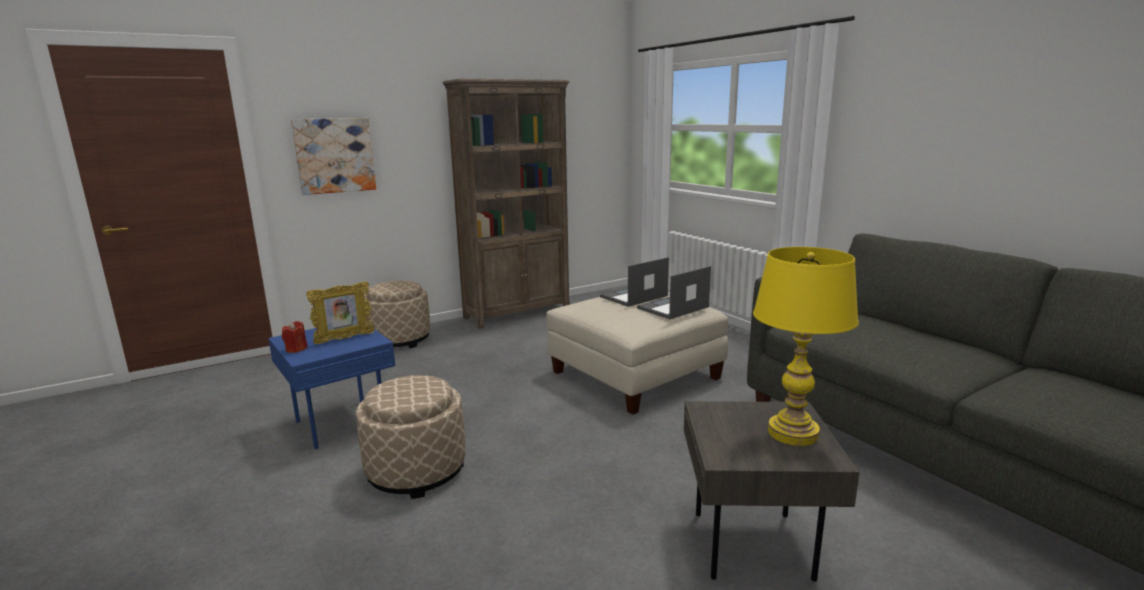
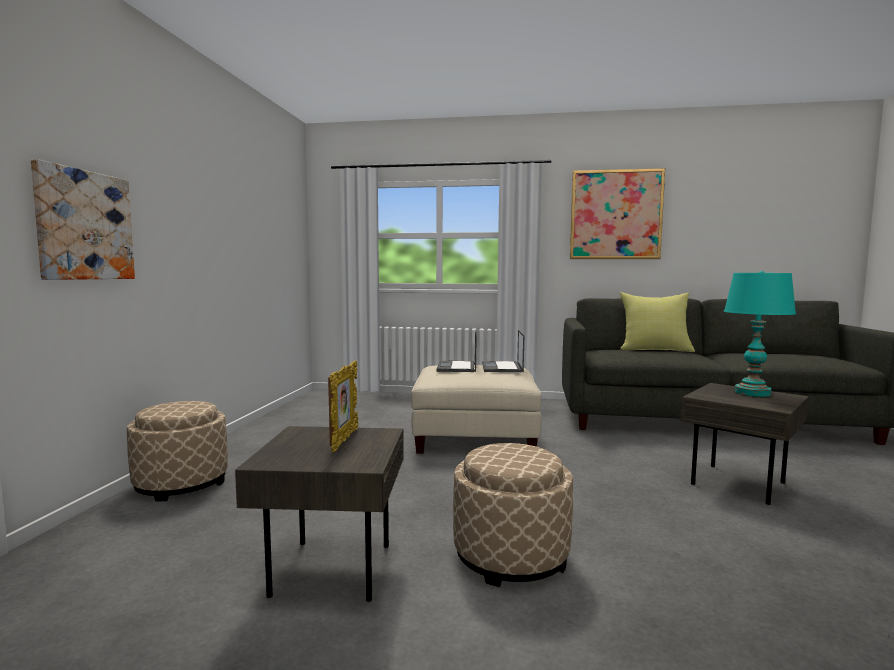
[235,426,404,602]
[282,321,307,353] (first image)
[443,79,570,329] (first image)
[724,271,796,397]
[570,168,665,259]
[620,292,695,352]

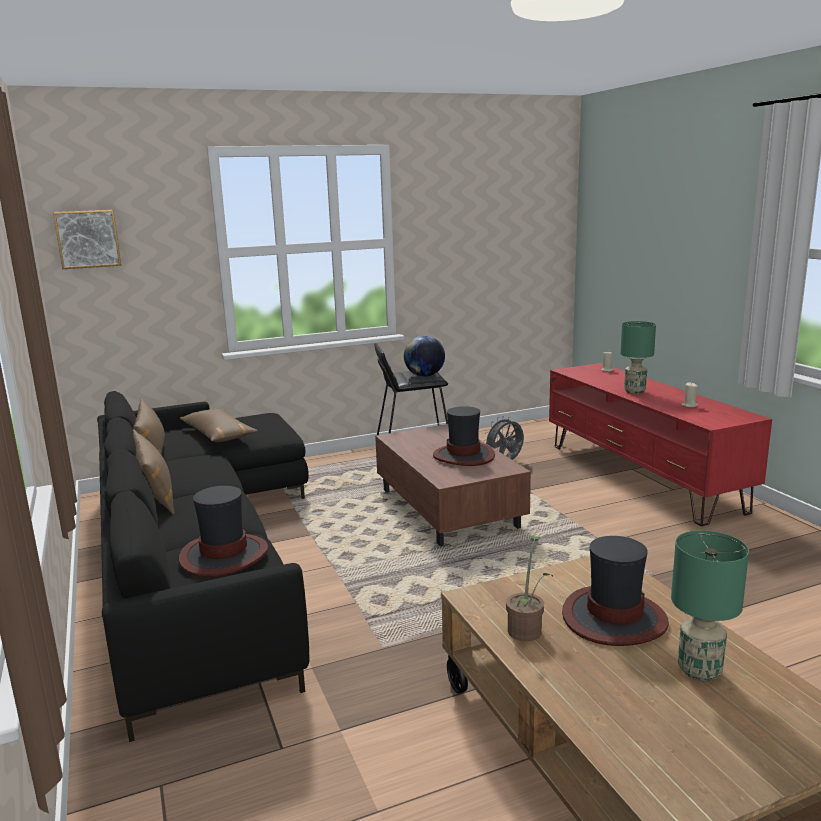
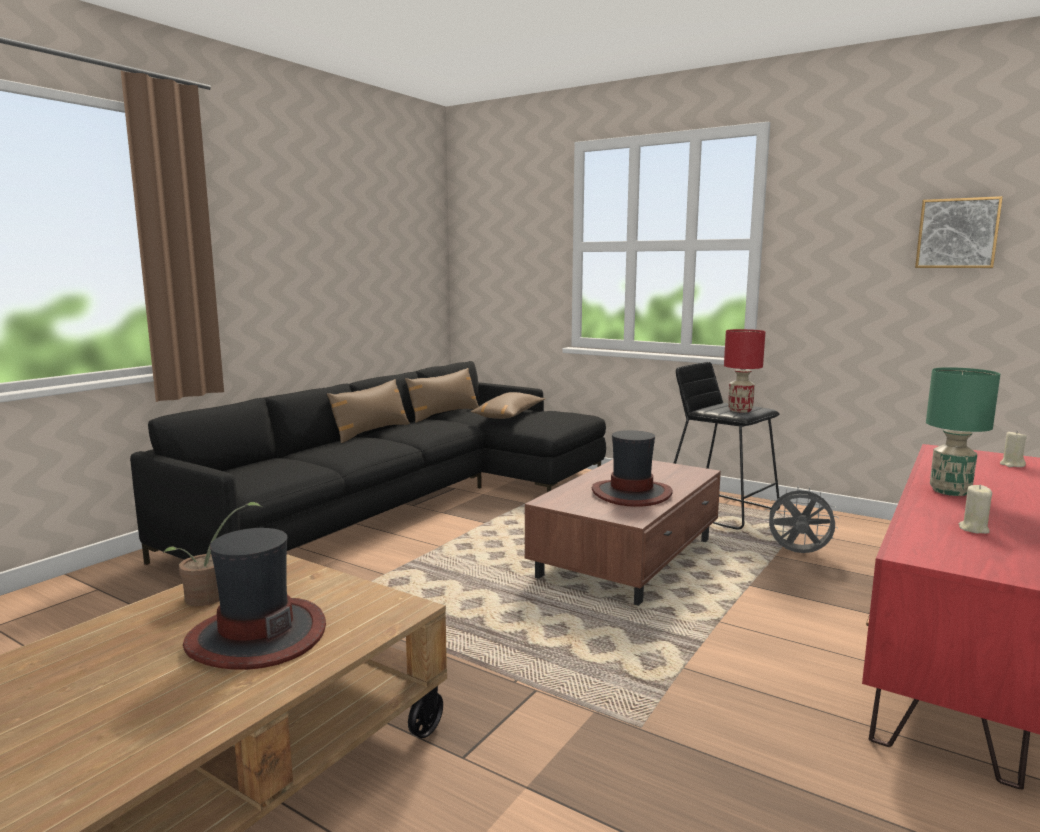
[915,196,1003,268]
[179,486,269,577] (first image)
[724,329,765,413]
[671,530,749,681] (first image)

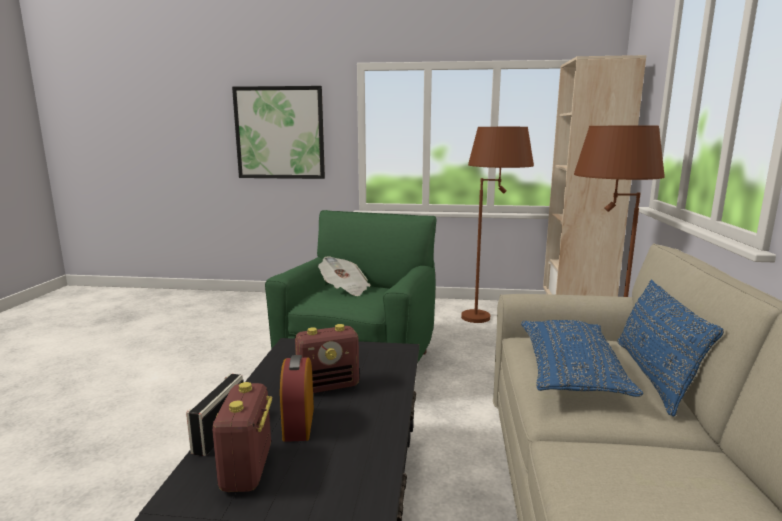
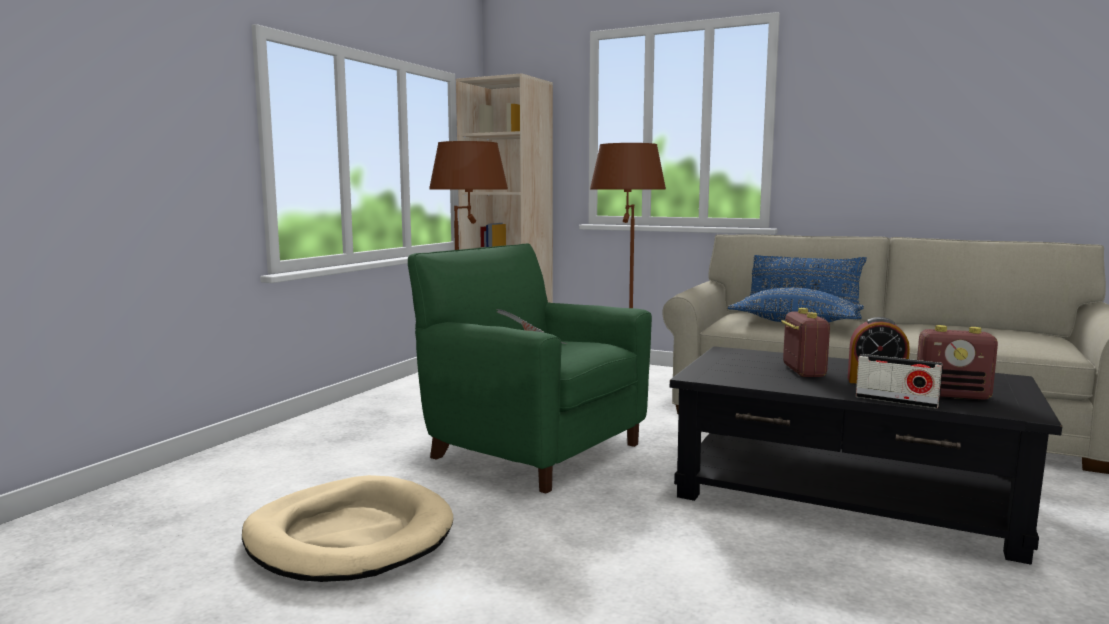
[232,86,325,179] (first image)
[242,475,453,582]

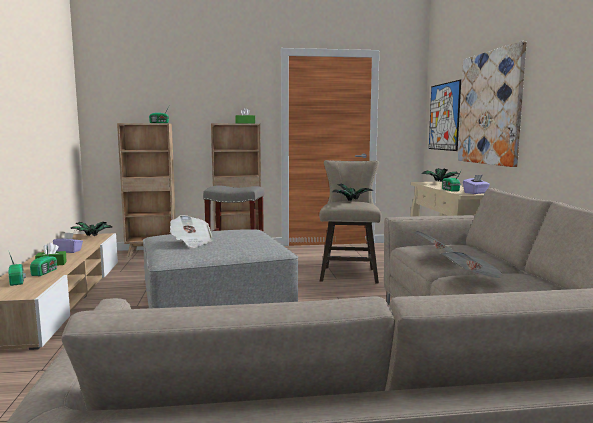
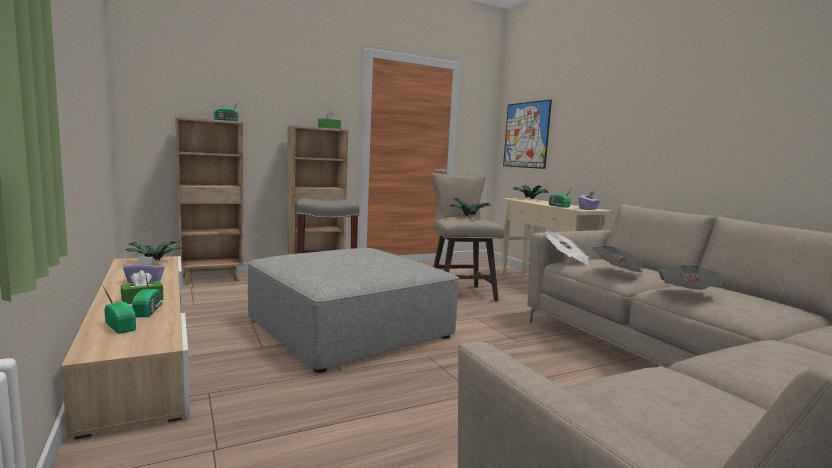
[546,230,589,265]
[458,41,526,167] (first image)

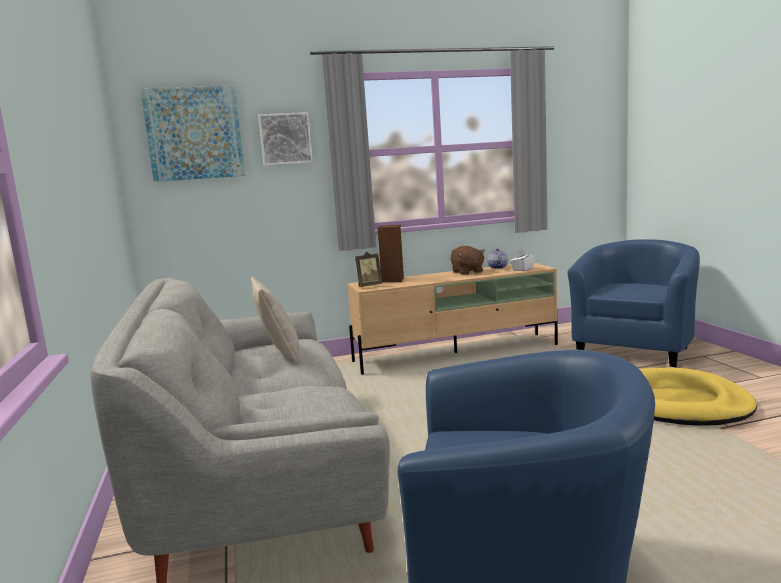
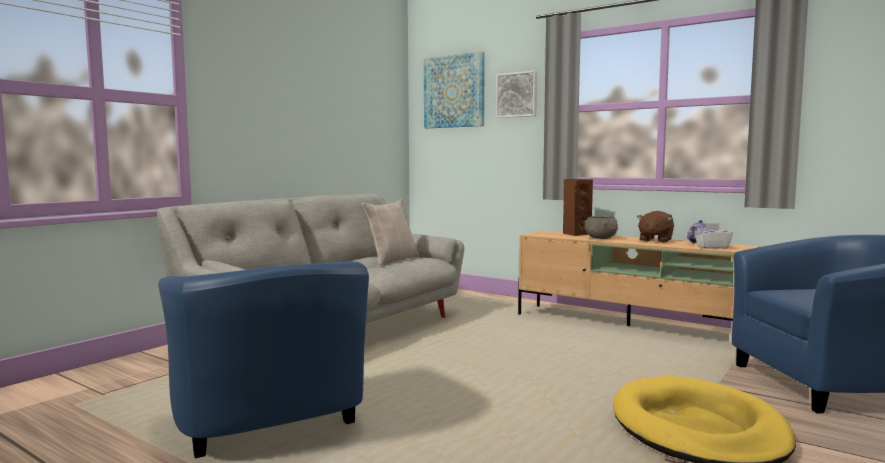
[355,251,382,287] (first image)
[585,216,618,239]

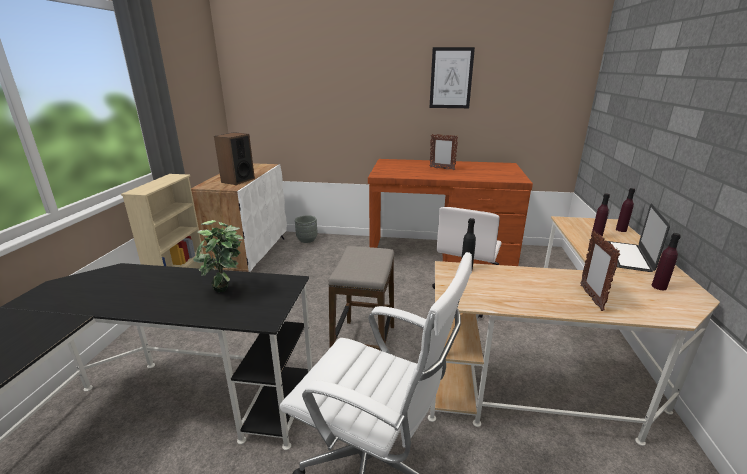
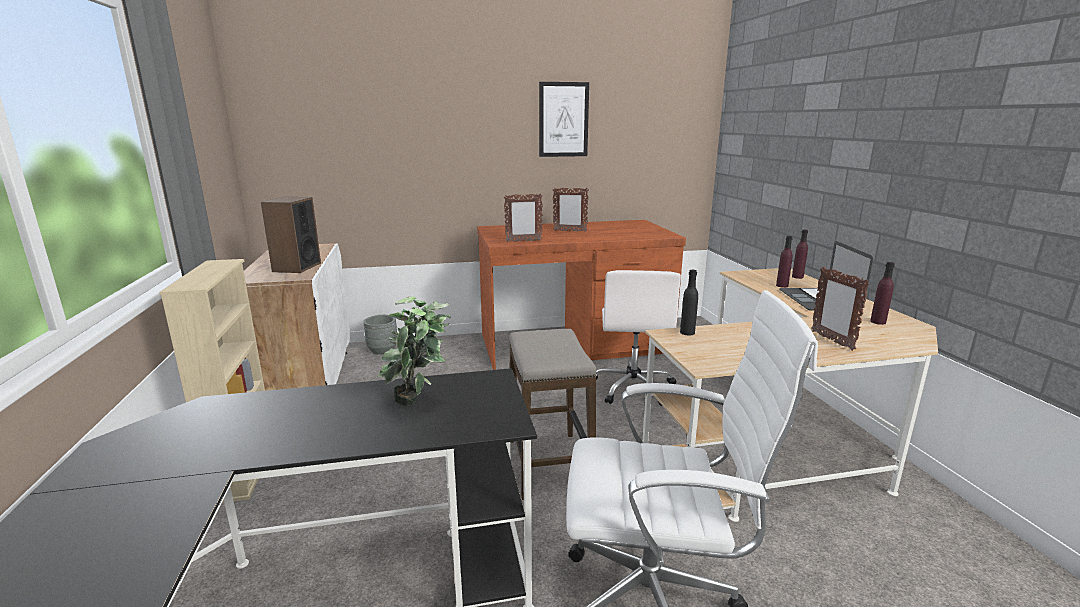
[504,193,543,242]

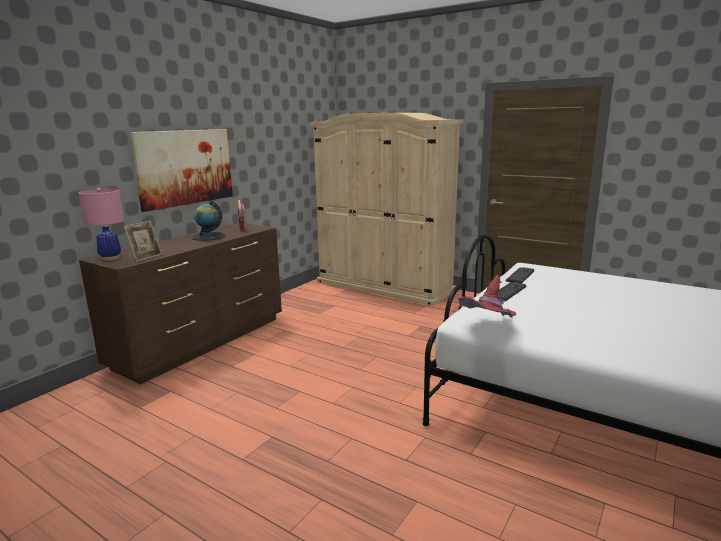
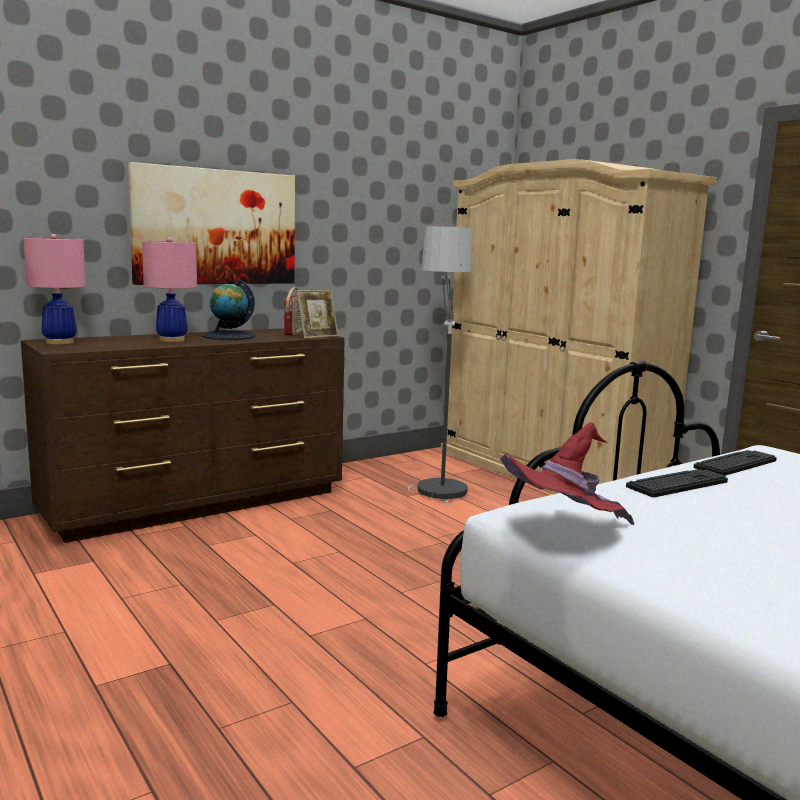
[297,290,339,339]
[142,237,197,342]
[408,226,471,503]

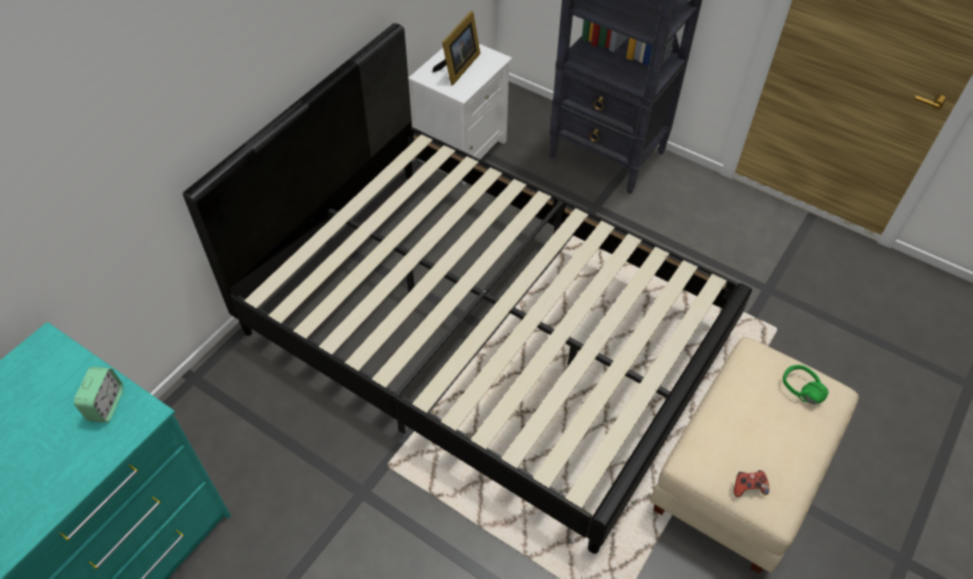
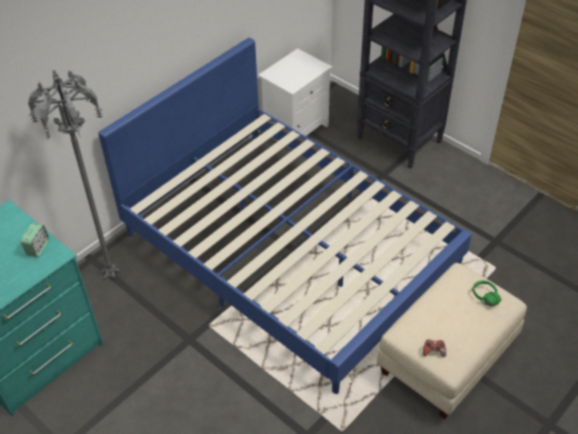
[98,38,472,394]
[433,11,480,86] (first image)
[28,70,120,278]

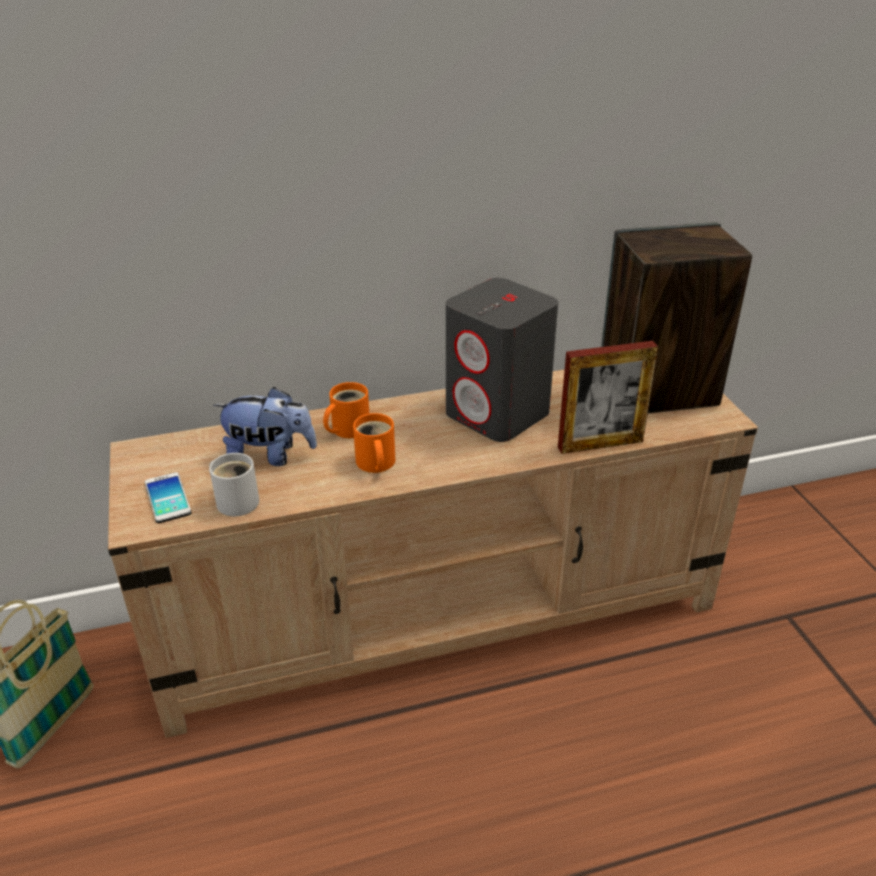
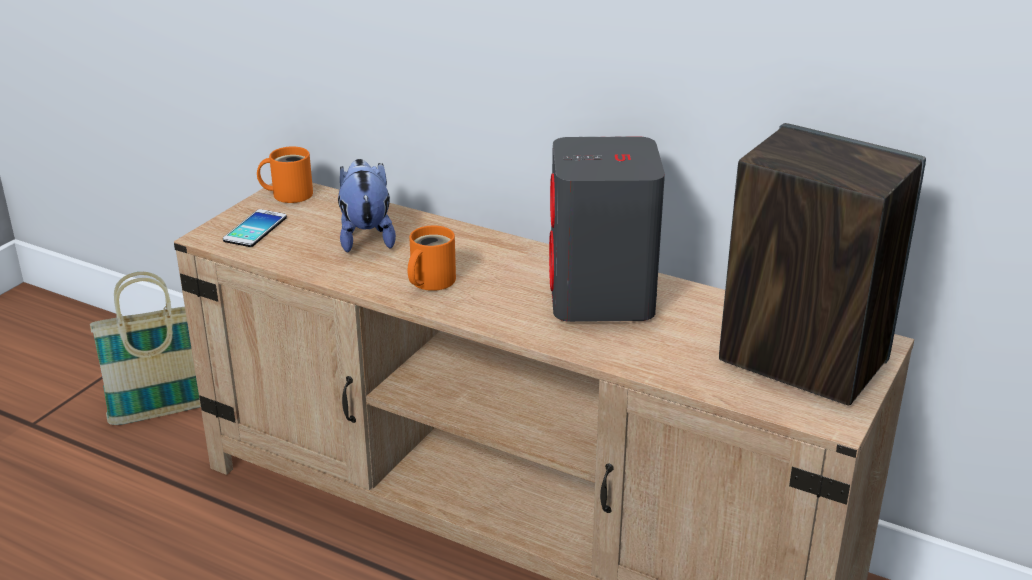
[209,453,259,516] (first image)
[338,159,396,252]
[257,147,313,203]
[558,341,658,454] (first image)

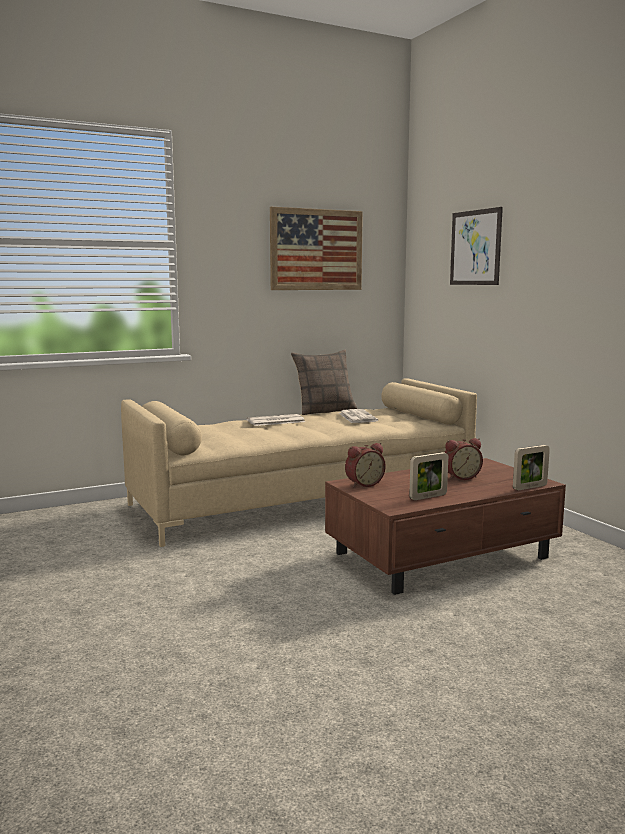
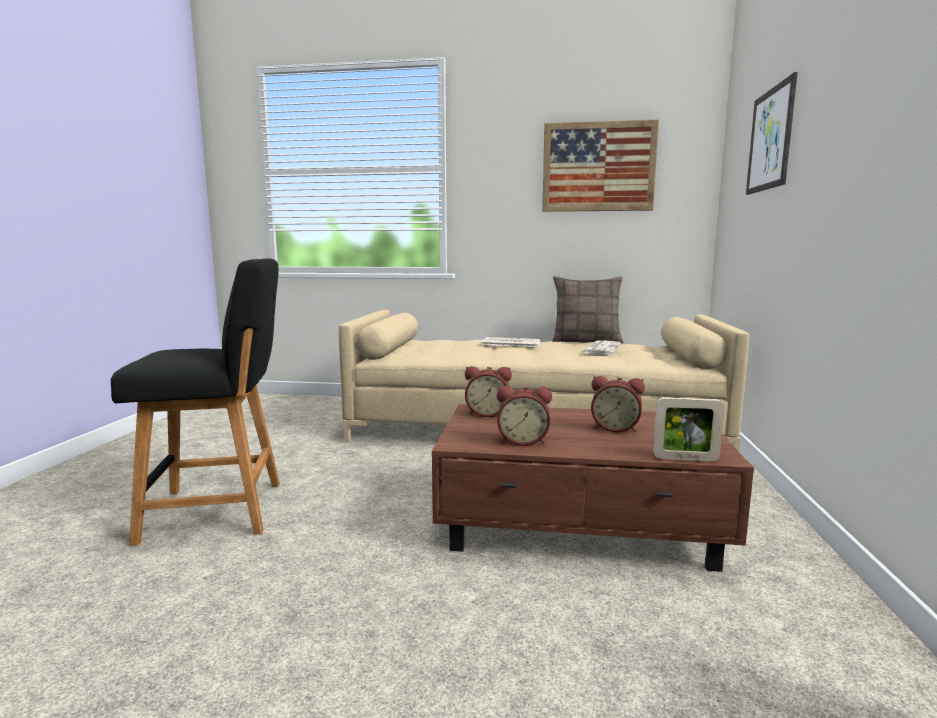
[497,386,552,446]
[111,258,280,546]

